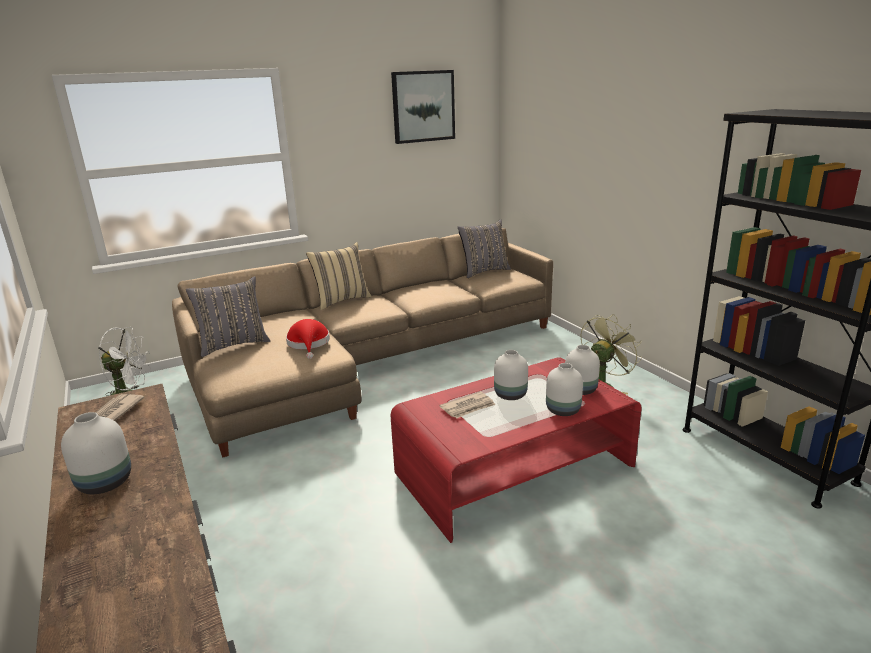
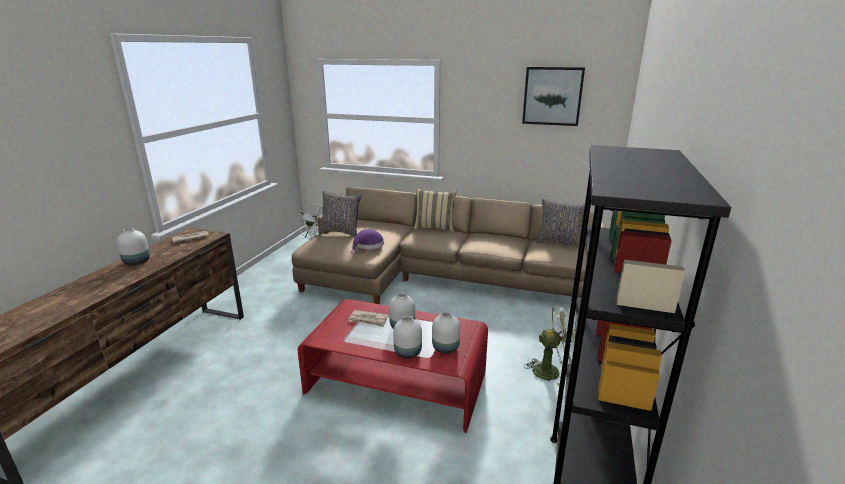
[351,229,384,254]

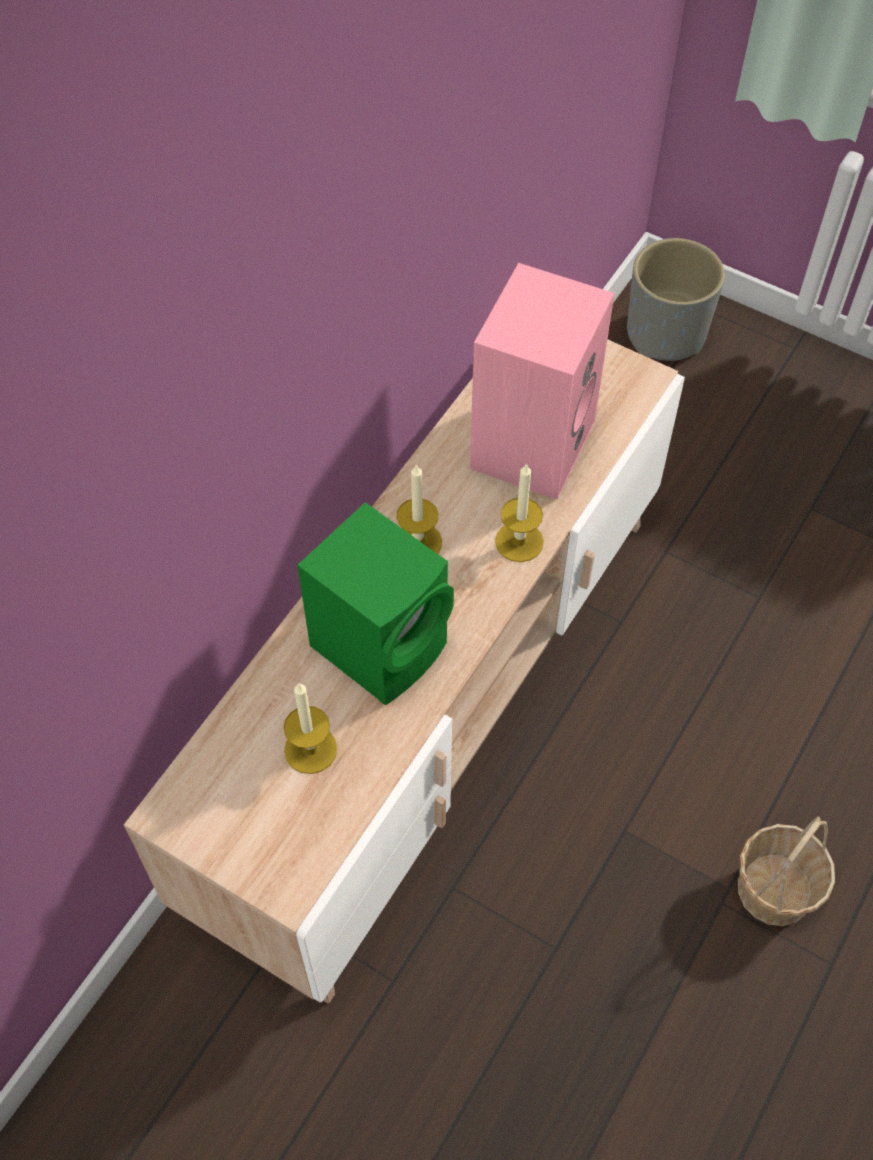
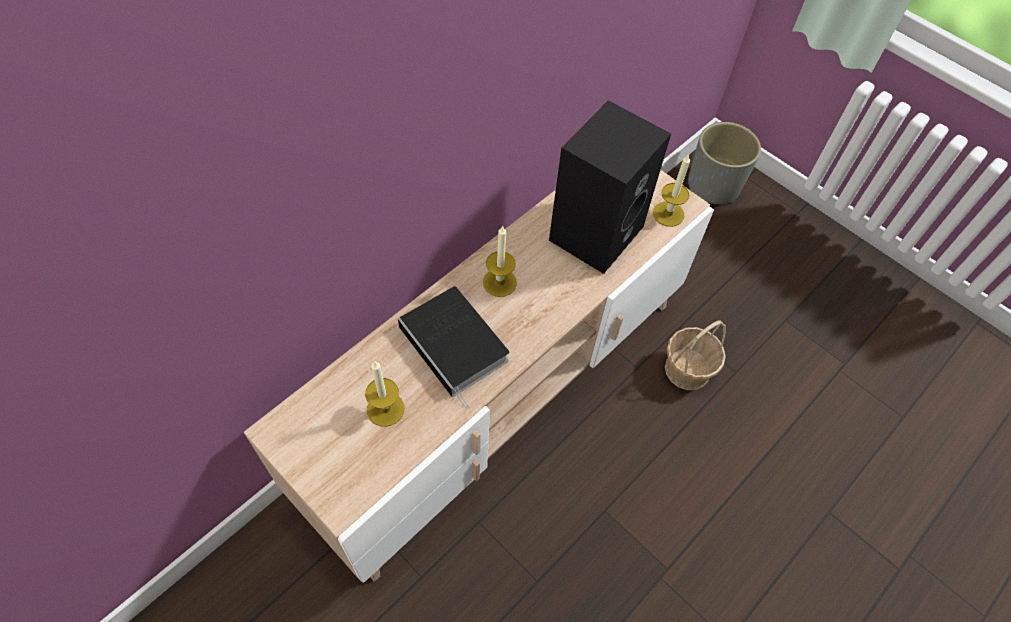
[398,286,509,409]
[549,100,671,274]
[653,154,690,227]
[665,320,726,390]

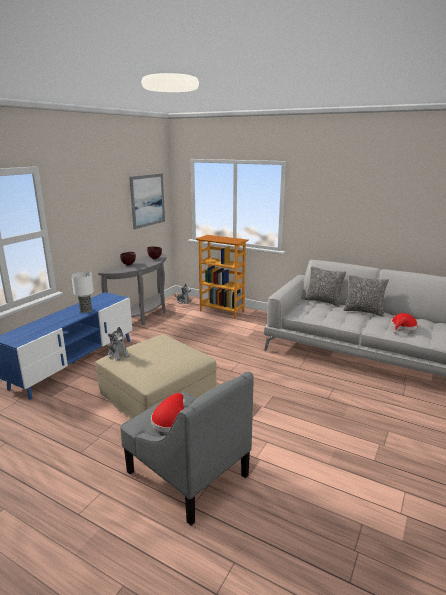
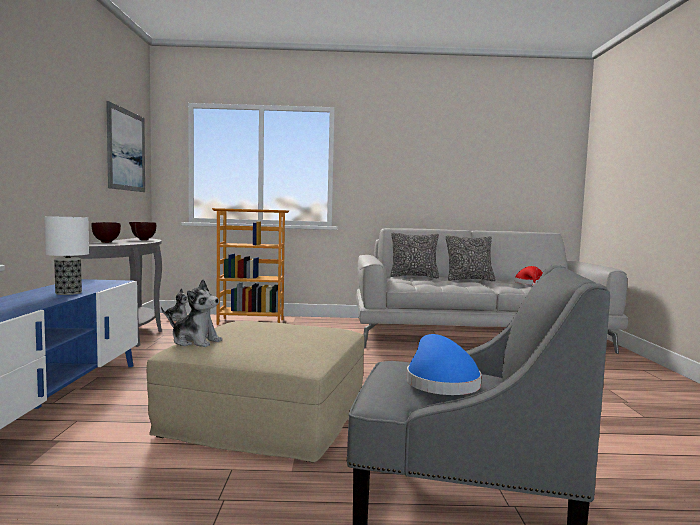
[407,334,482,395]

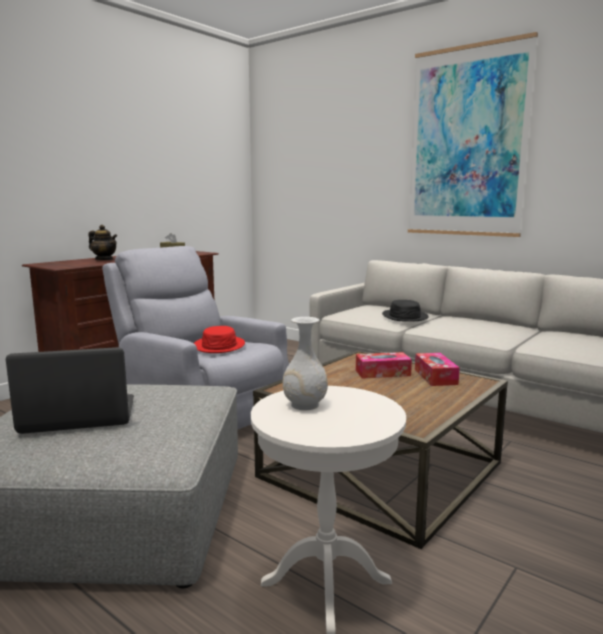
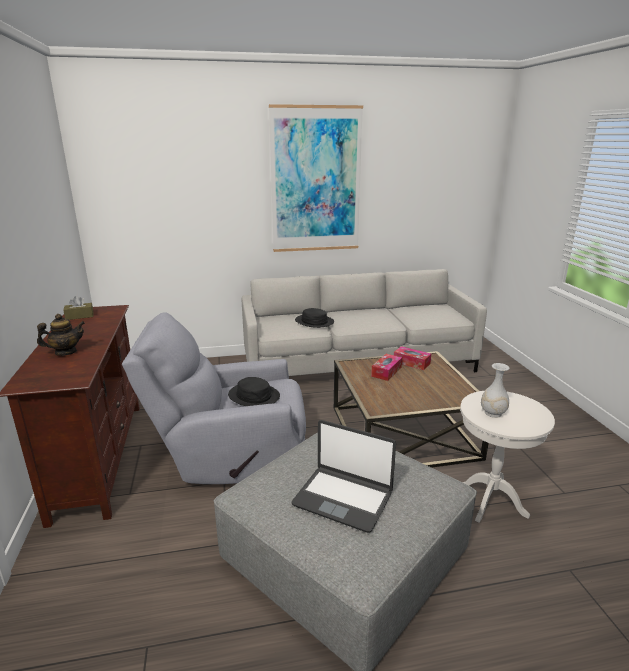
[292,420,396,533]
[228,377,280,406]

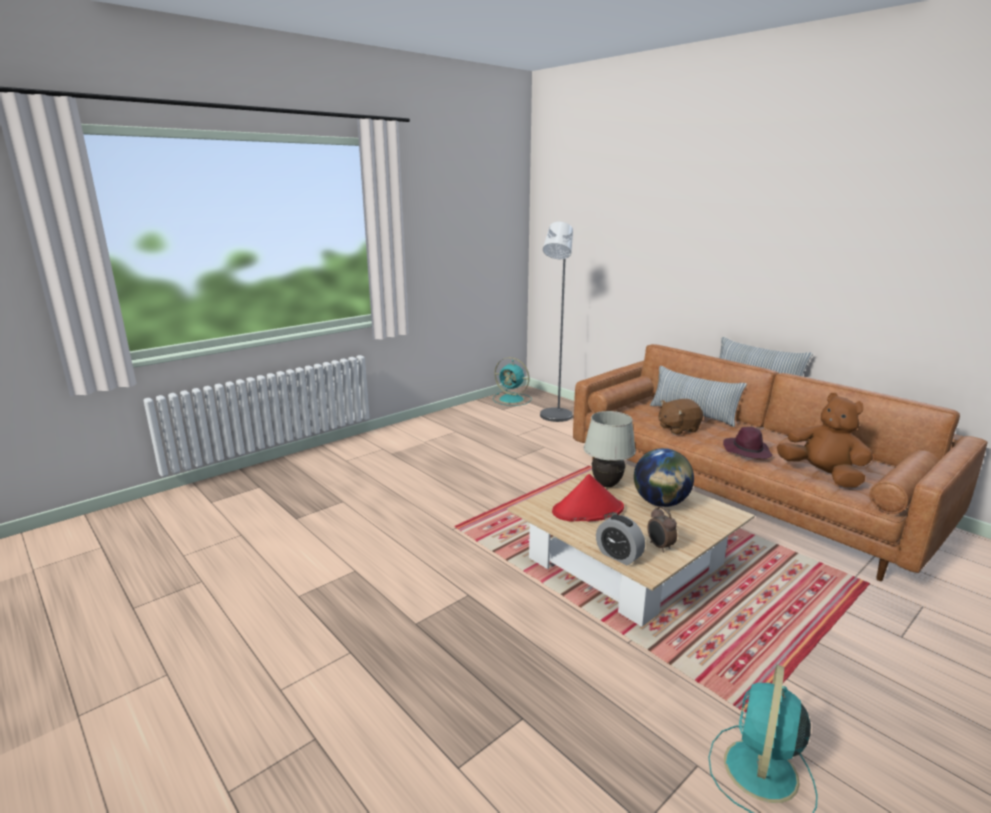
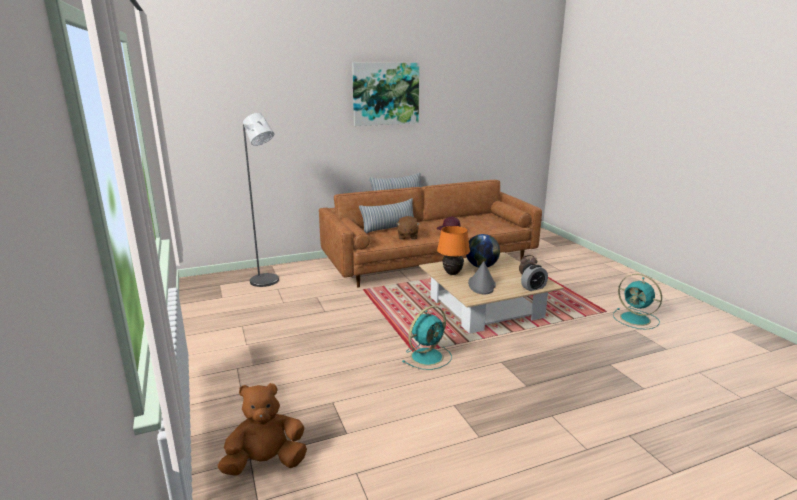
[402,306,452,370]
[468,261,496,294]
[437,226,470,275]
[218,383,307,476]
[352,63,419,126]

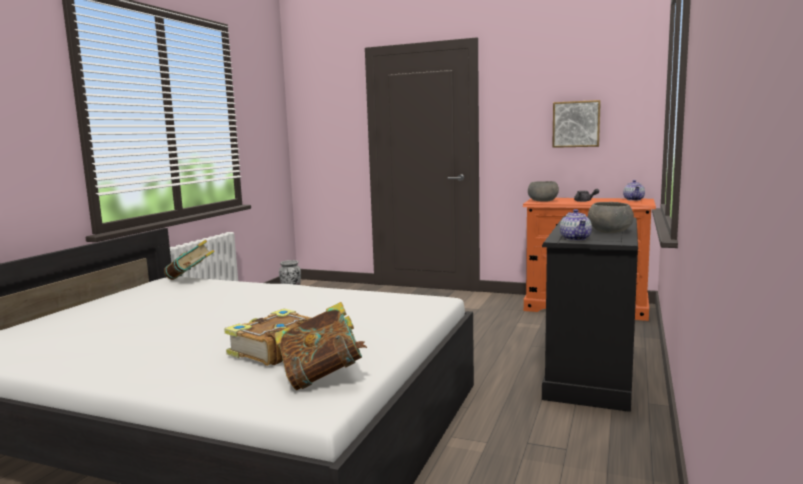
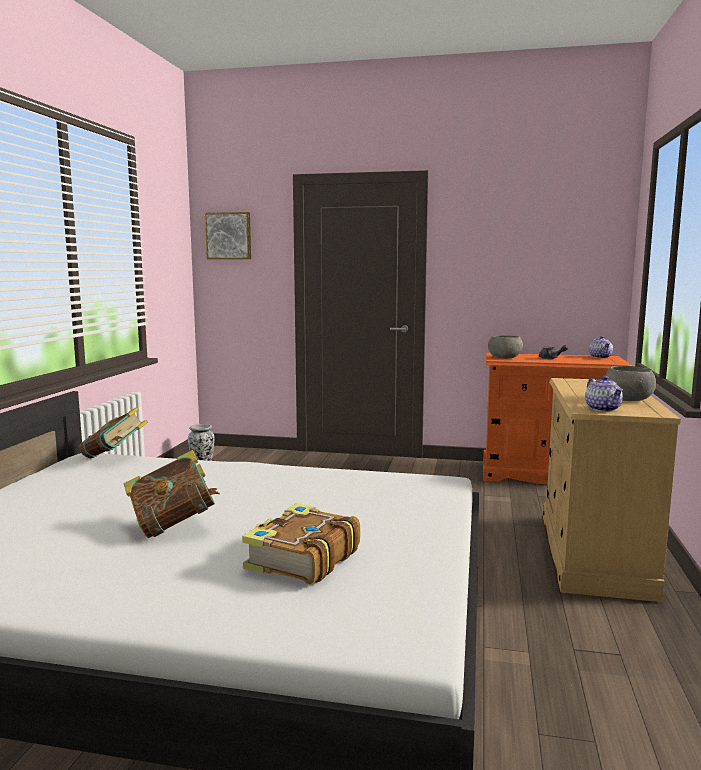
[124,450,220,538]
[543,378,681,602]
[205,212,251,259]

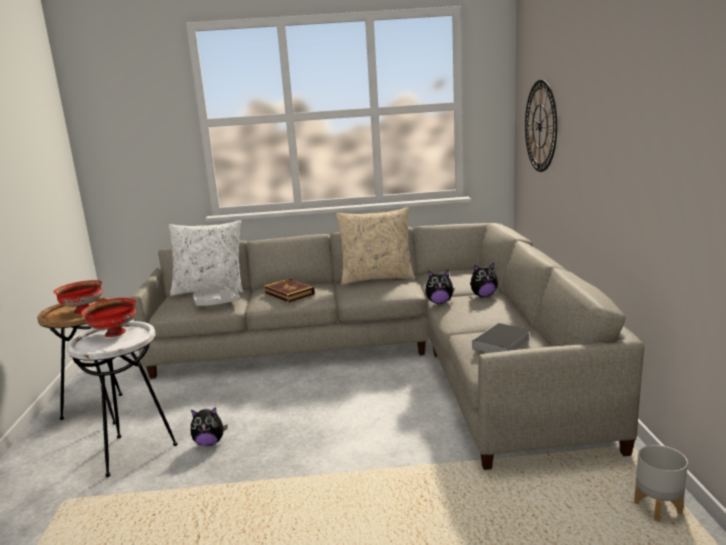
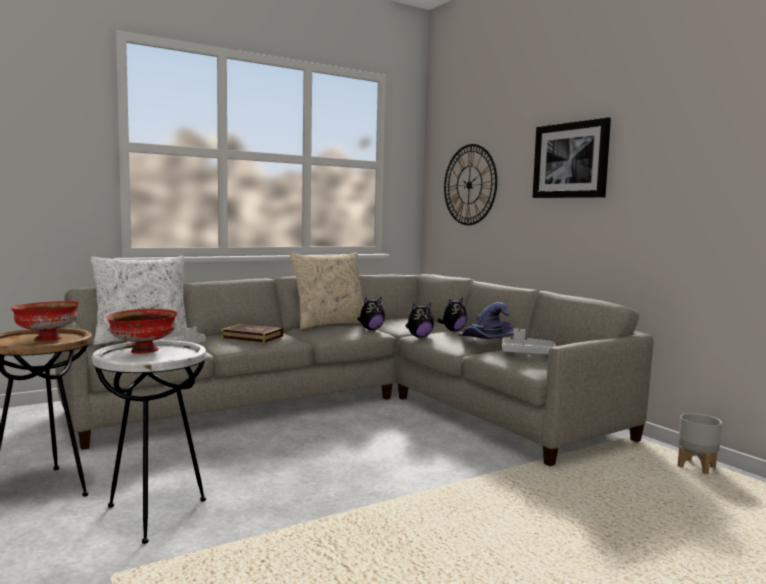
[357,296,385,330]
[502,329,556,355]
[458,302,514,339]
[533,117,611,198]

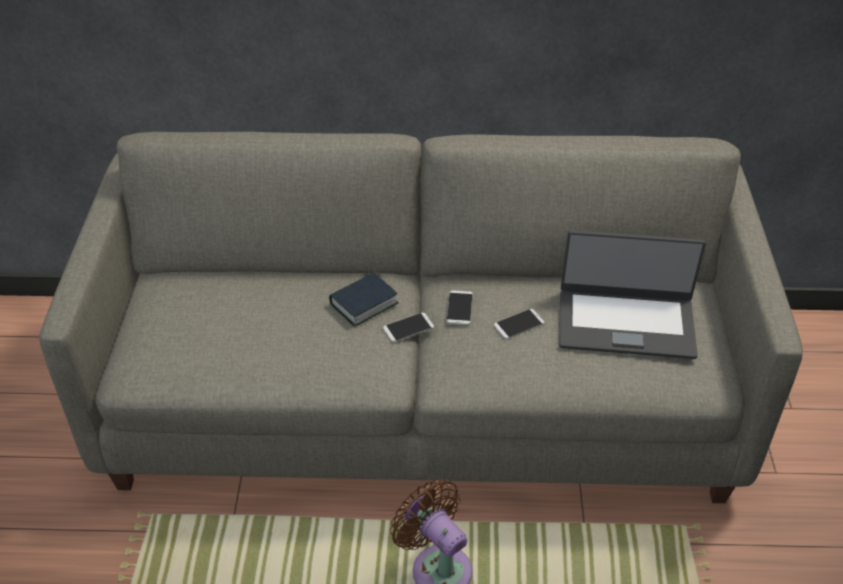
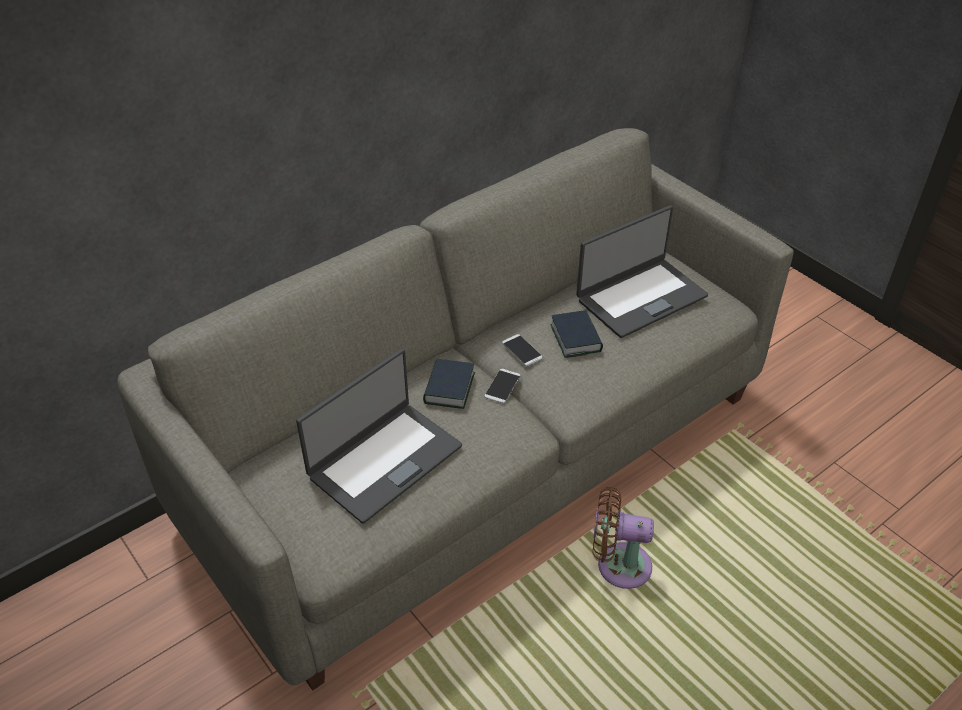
[551,310,603,358]
[296,349,462,524]

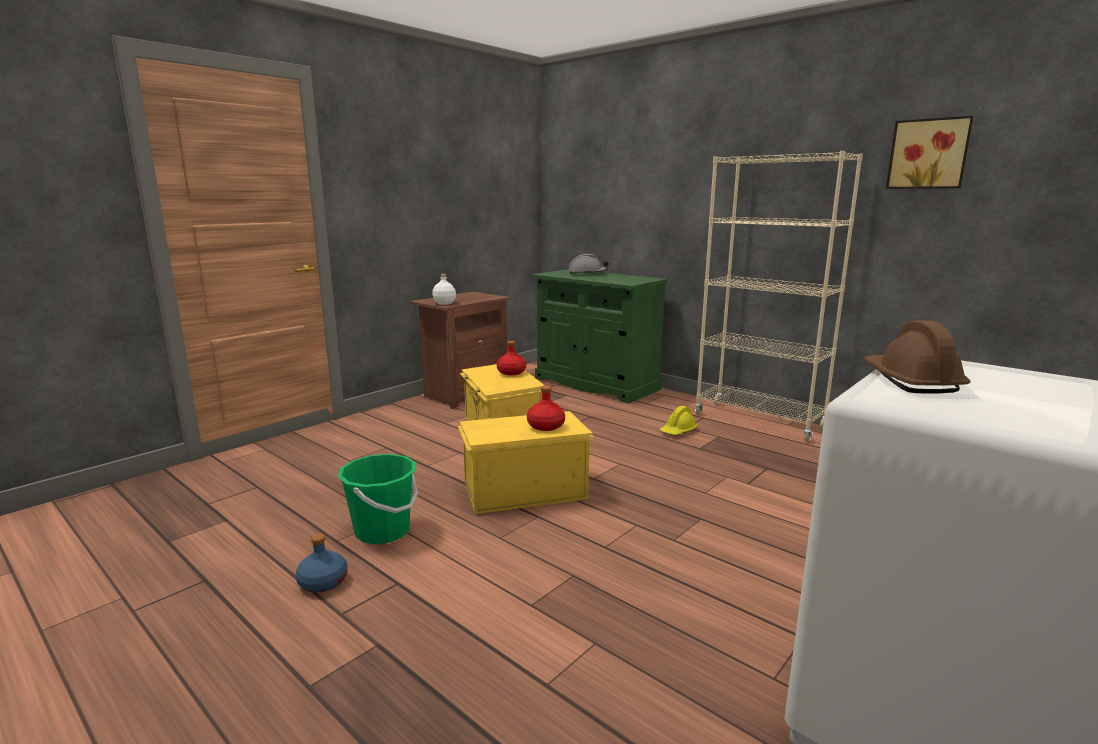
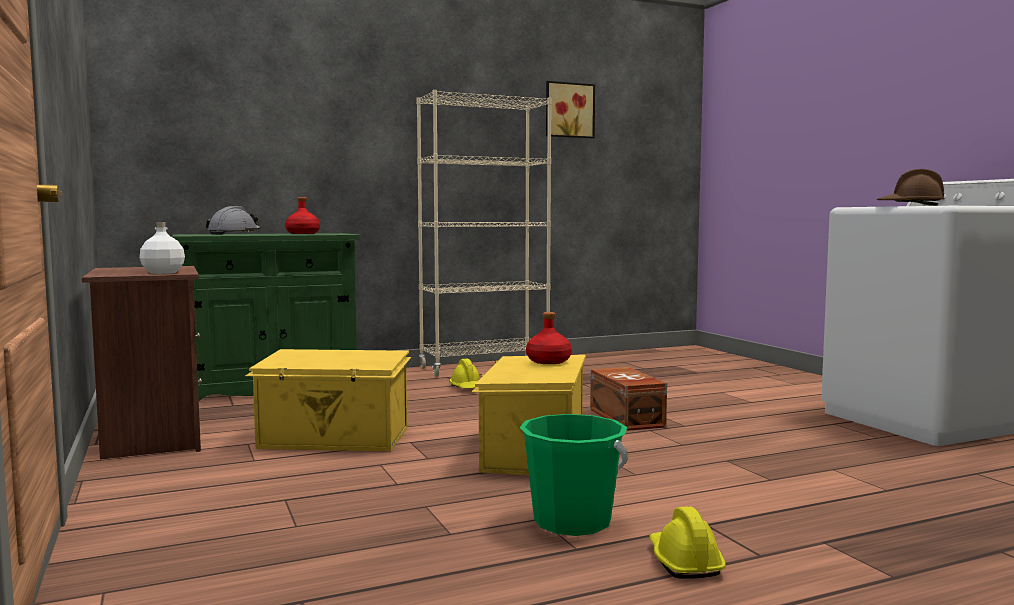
[650,507,726,579]
[285,197,320,234]
[590,367,667,431]

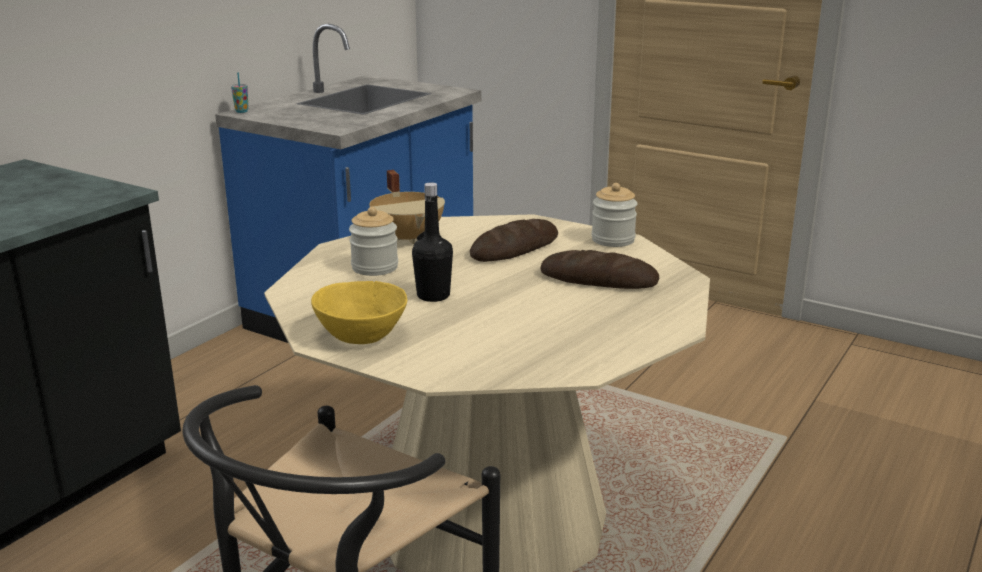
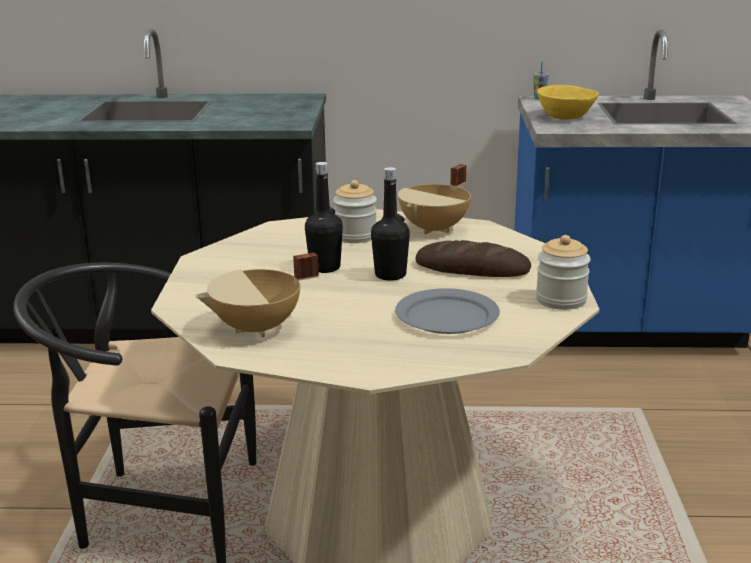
[537,85,599,120]
[395,288,500,334]
[195,252,319,338]
[371,167,410,281]

